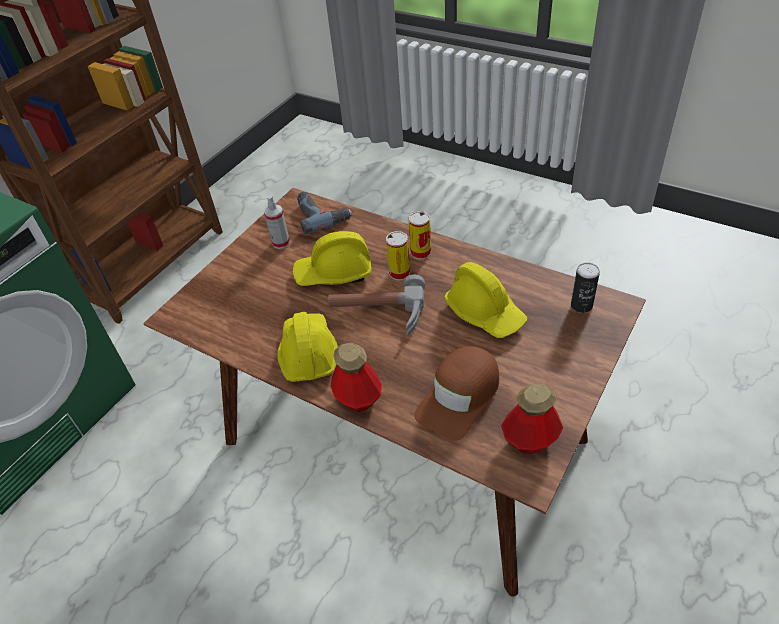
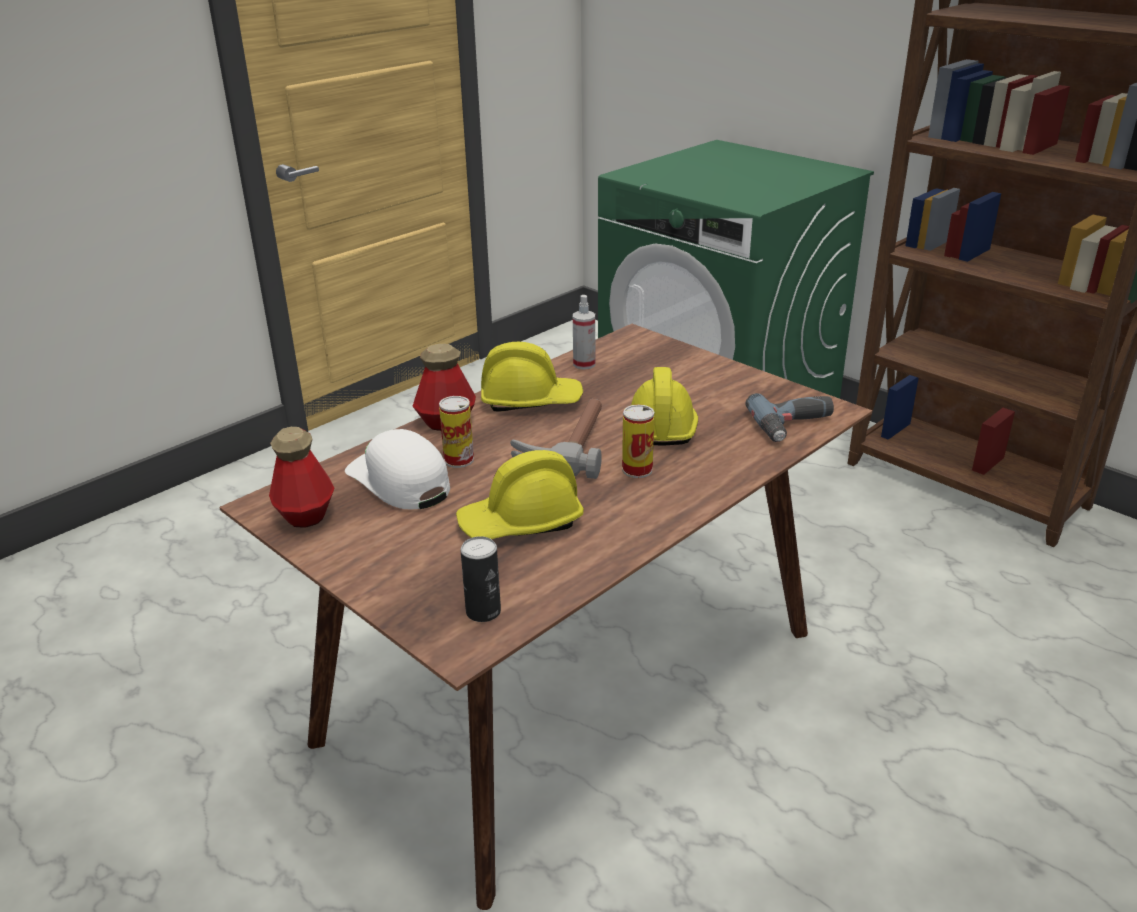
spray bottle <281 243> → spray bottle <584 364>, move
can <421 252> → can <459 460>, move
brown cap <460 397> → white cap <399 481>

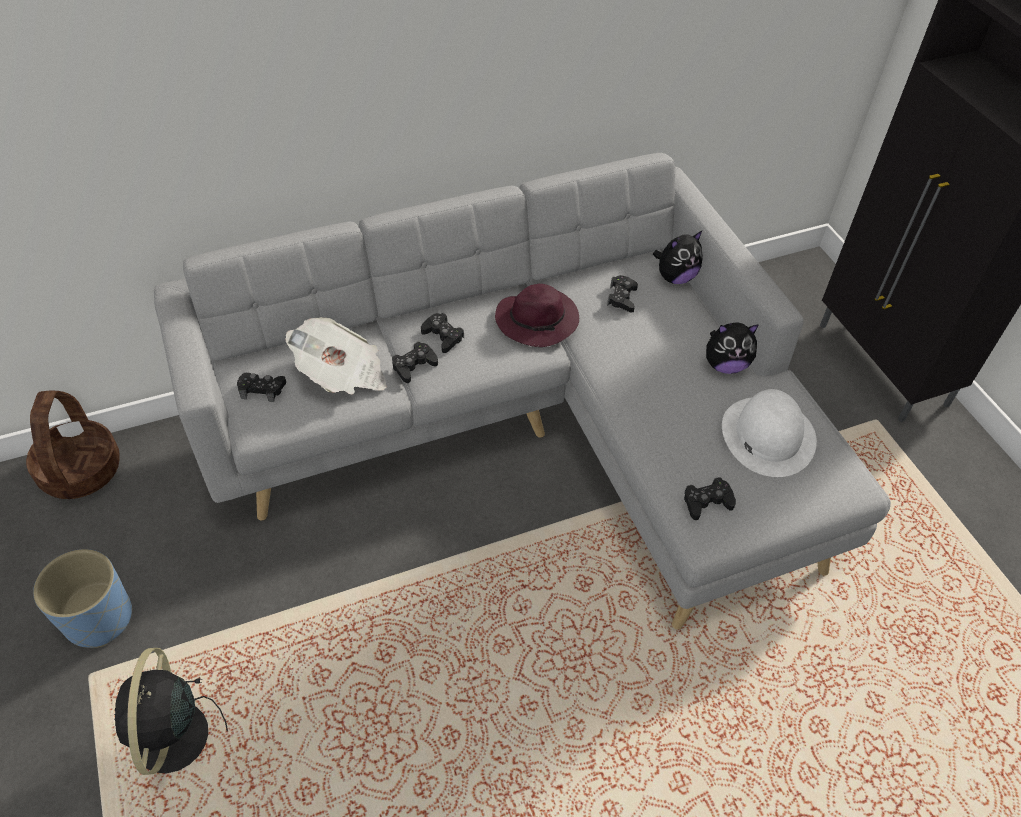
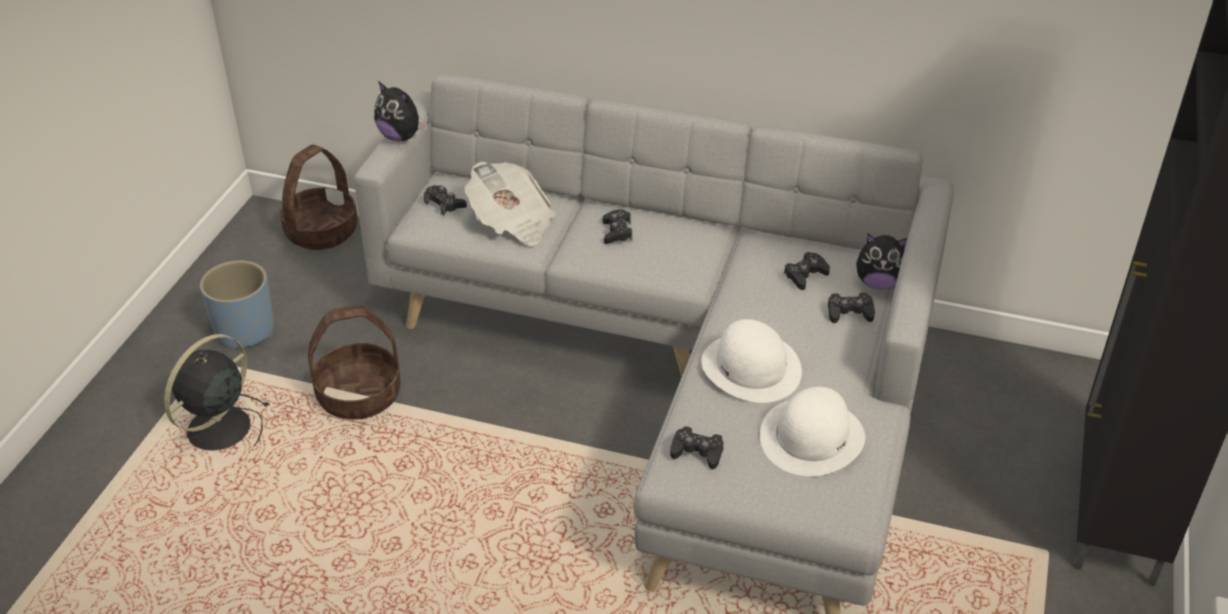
purple hat <538 320> → -
plush toy <725 365> → plush toy <401 137>, move
black game controller <414 366> → black game controller <849 312>, move
- → basket <359 395>
- → white hat <751 367>

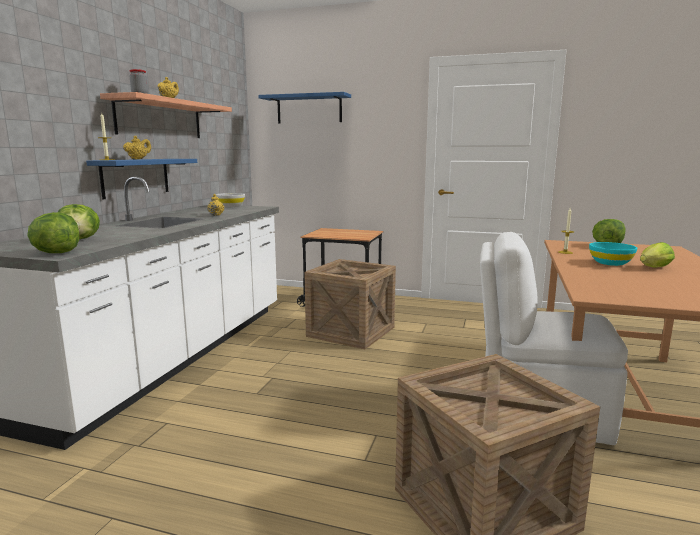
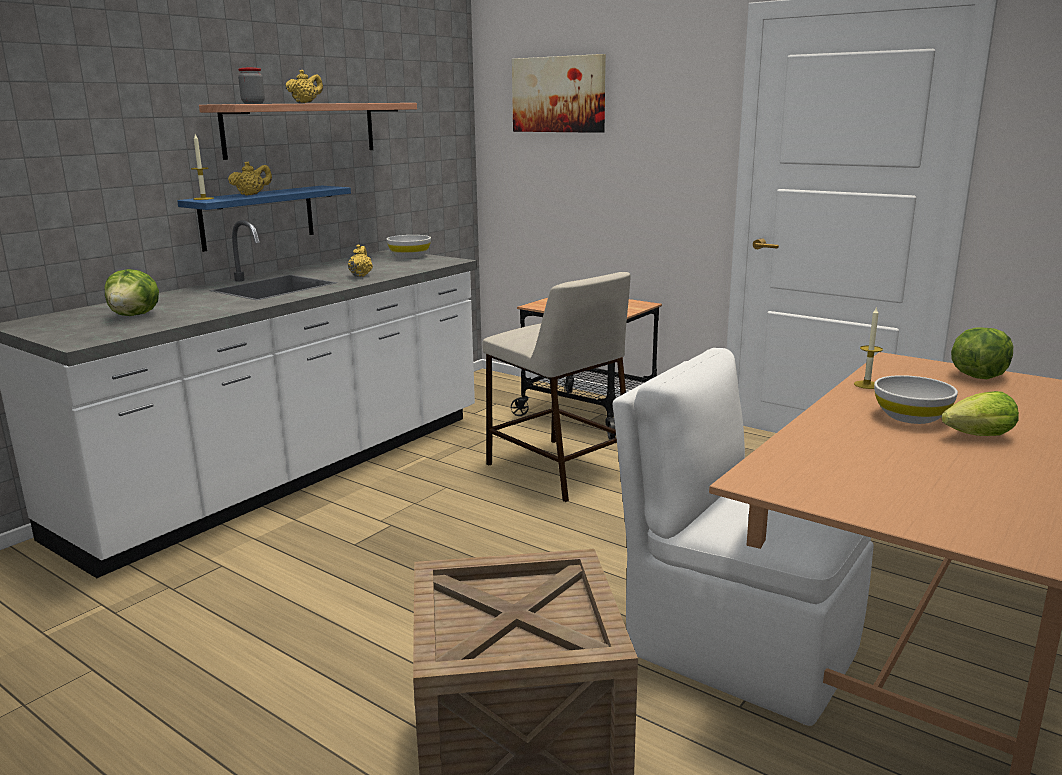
blue shelf <309 109> → picture <559 94>
lettuce <56 253> → -
turquoise bowl <610 263> → white bowl <910 417>
crate <351 332> → beige stool <557 468>

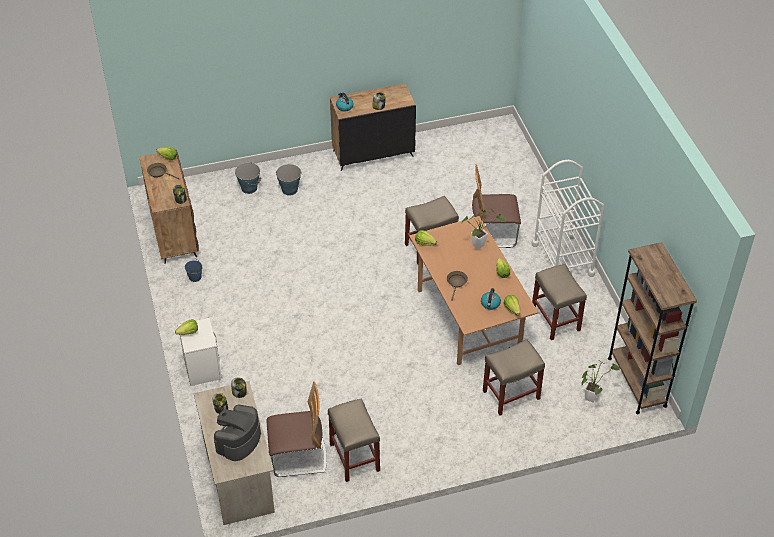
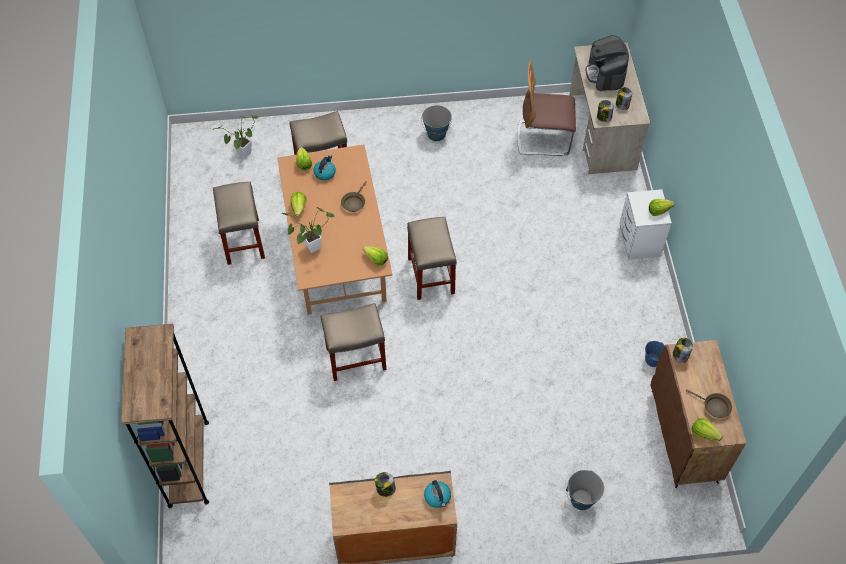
white cart <562 259> → -
bucket <289 190> → bucket <436 134>, move
chair <492 234> → -
brown bookcase <637 382> → brown bookcase <188 463>, move
beige stool <354 457> → beige stool <431 276>, move
coffee machine <238 440> → coffee machine <605 74>, 135 degrees clockwise

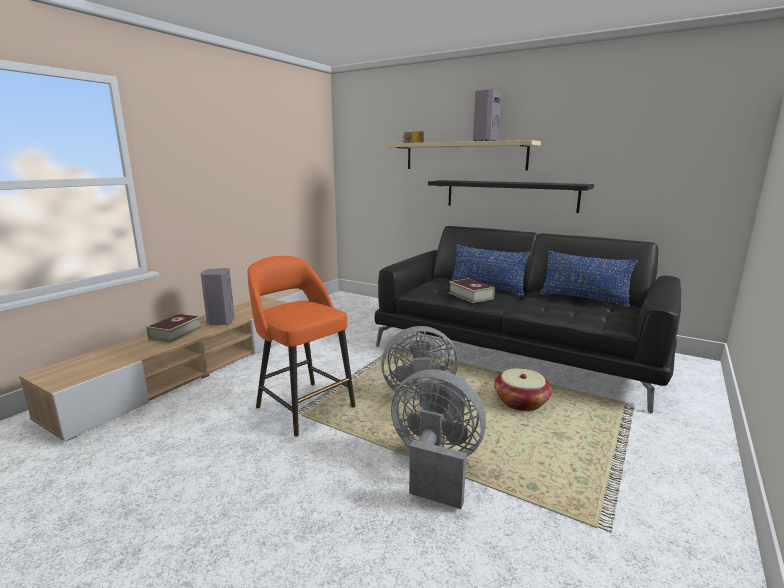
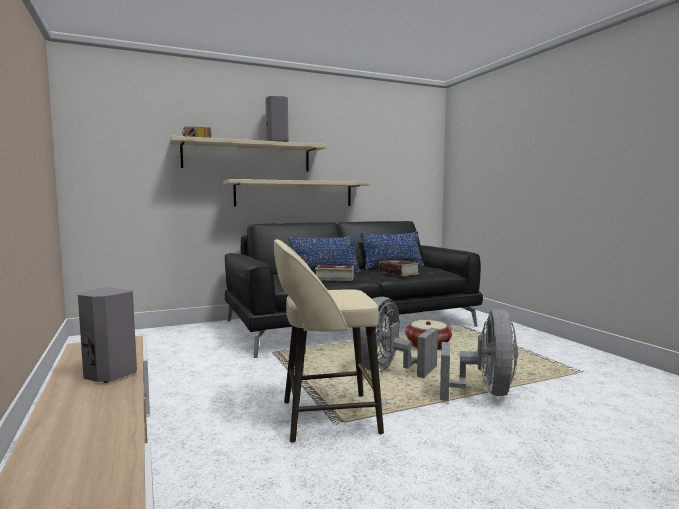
black shelf <510 195> → beige shelf <294 193>
orange stool <303 406> → beige stool <326 417>
book <176 333> → book <398 272>, move
grey fan <435 466> → grey fan <484 392>, 135 degrees clockwise

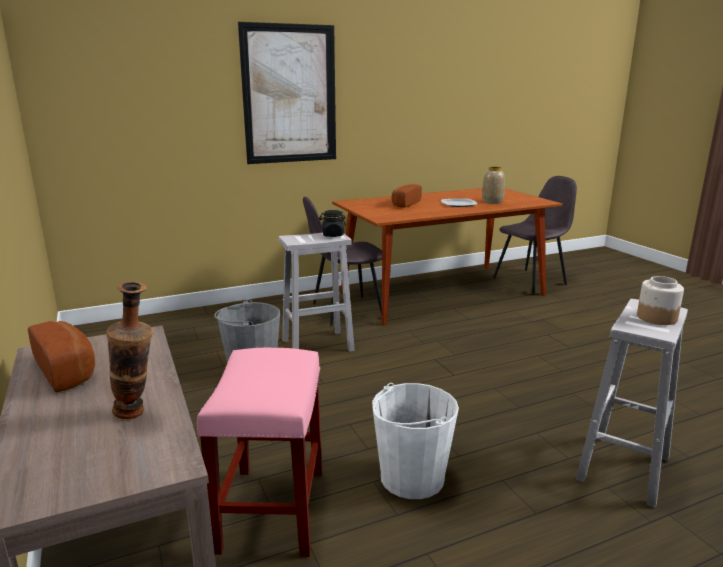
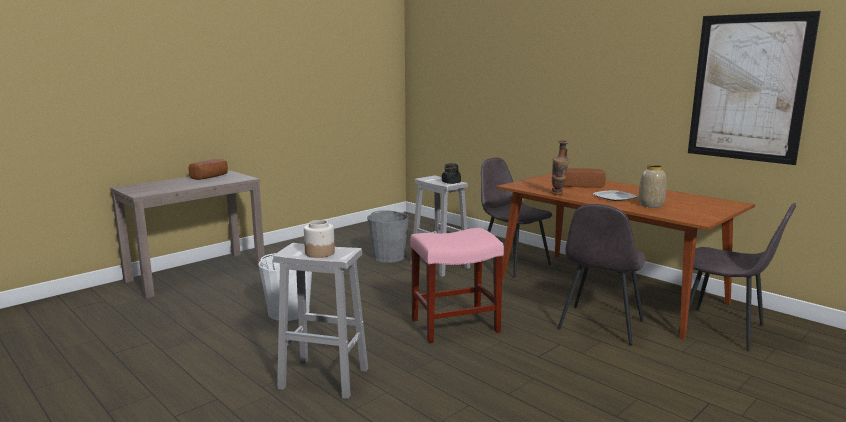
picture <290 95> → picture <748 88>, move
vase <138 414> → vase <558 194>, move
pink stool <272 511> → pink stool <454 326>, move
- → grey chair <600 325>

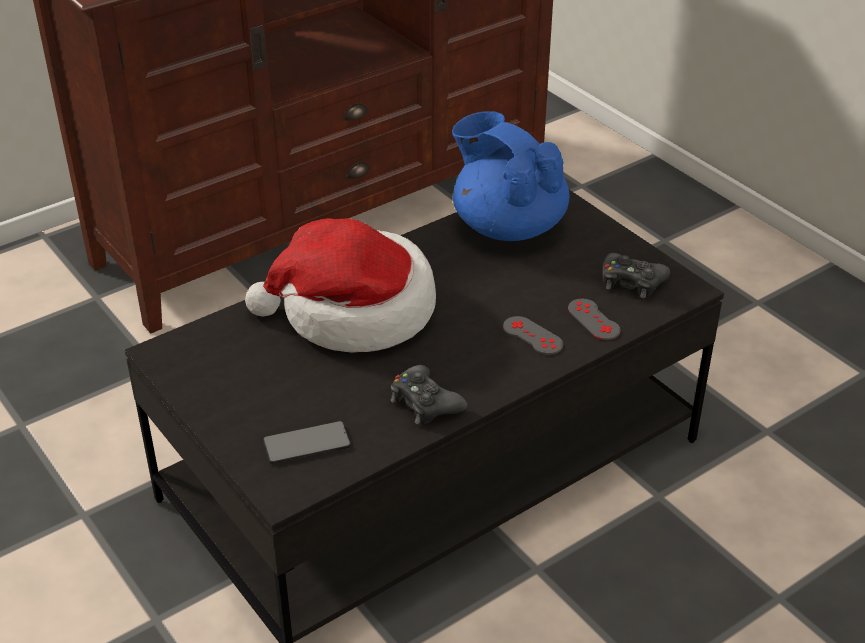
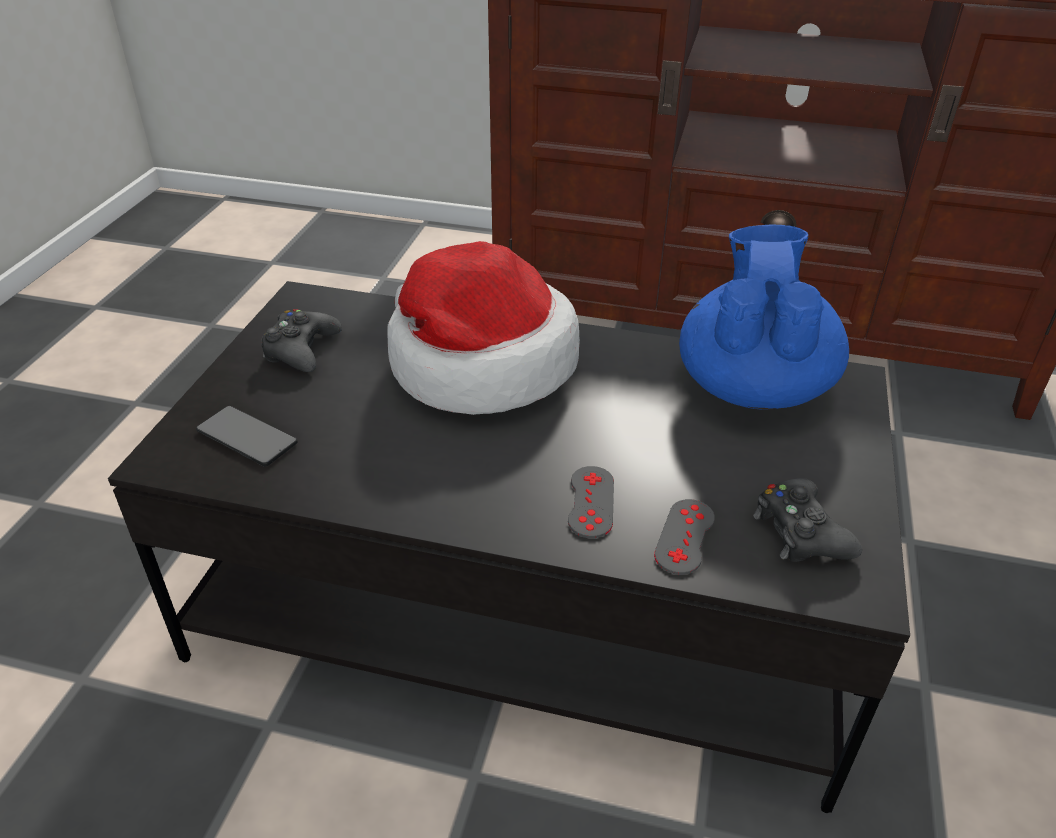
black game controller <425 403> → black game controller <301 350>, move

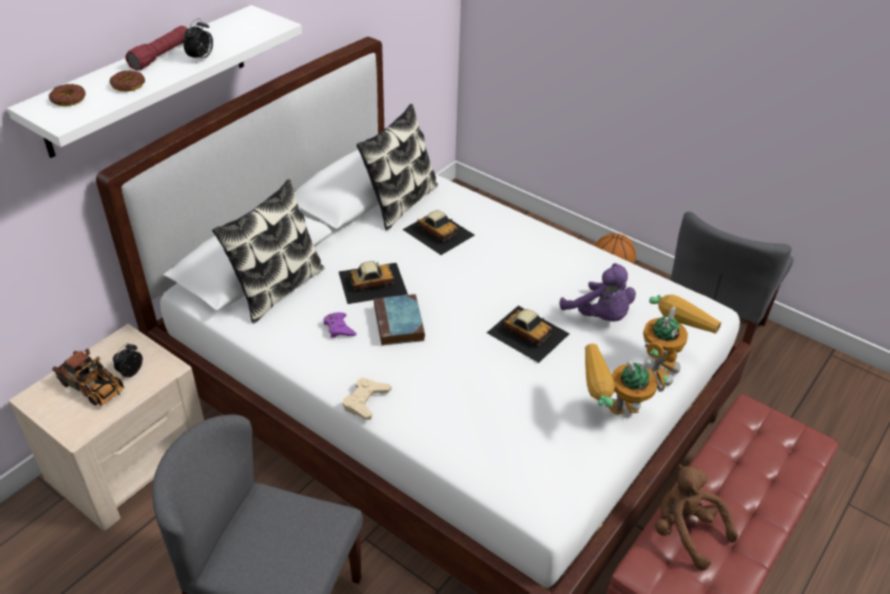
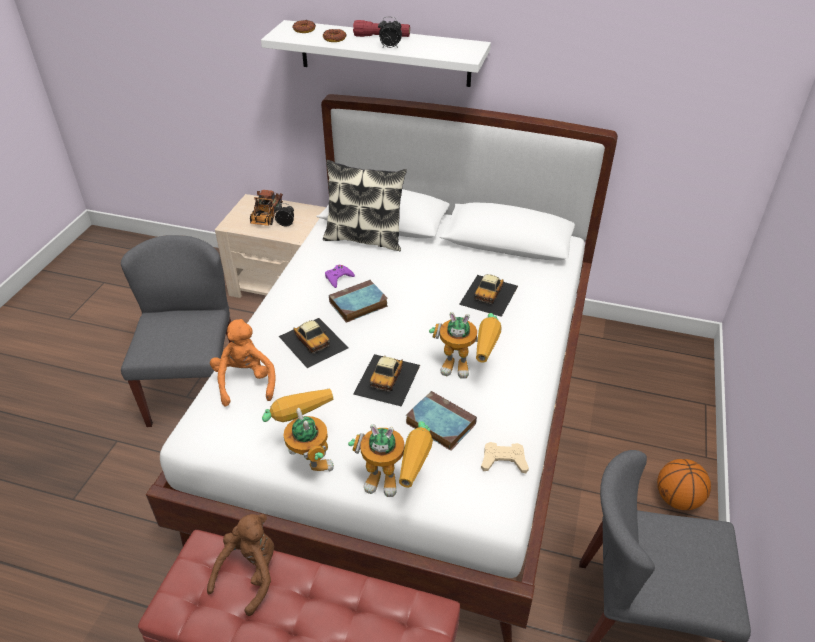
pillow <400 203> → -
toy car <372 282> → toy car <313 341>, move
purple plush toy <599 316> → book <439 423>
beige game controller <365 401> → beige game controller <503 461>, move
- → toy robot <467 368>
- → orange plush toy <245 381>

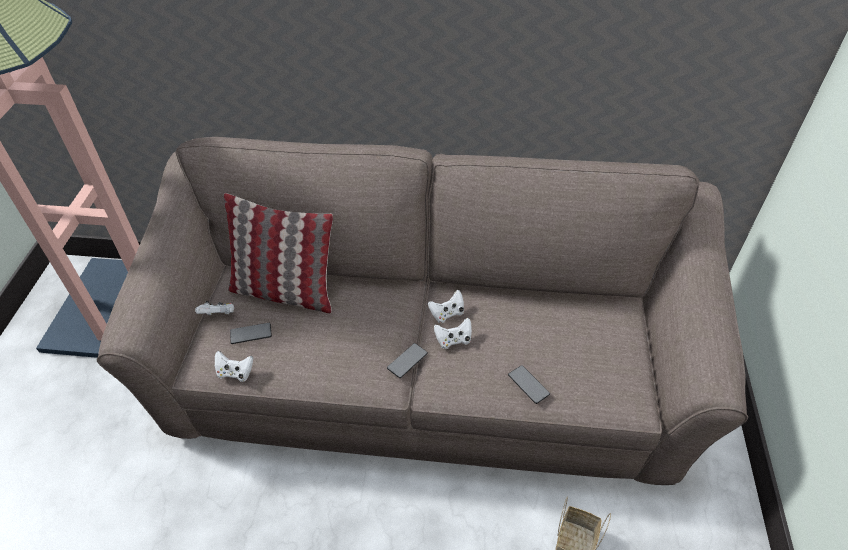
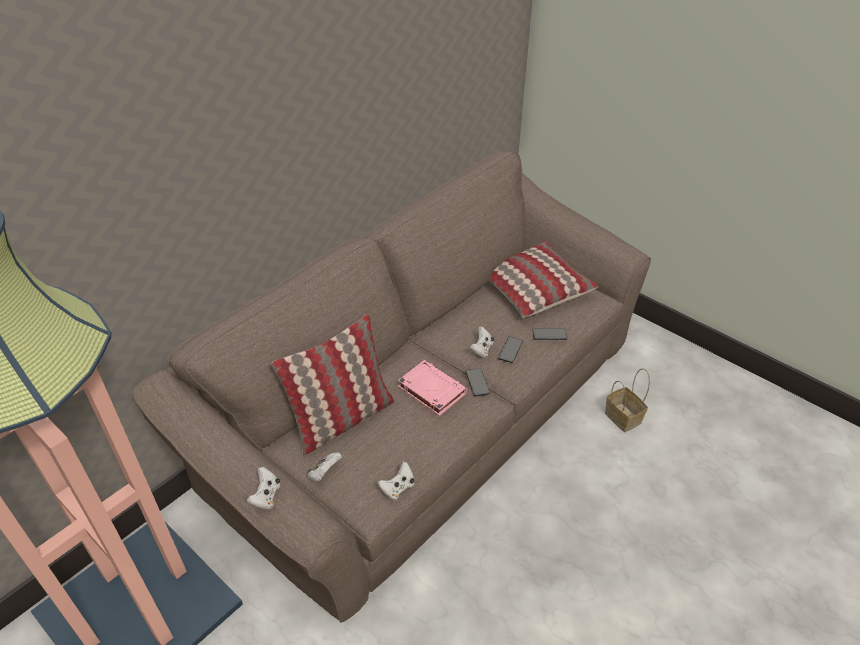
white game controller <447 313> → white game controller <266 496>, move
phone <251 334> → phone <510 350>, move
- → pillow <533 288>
- → pink book <431 390>

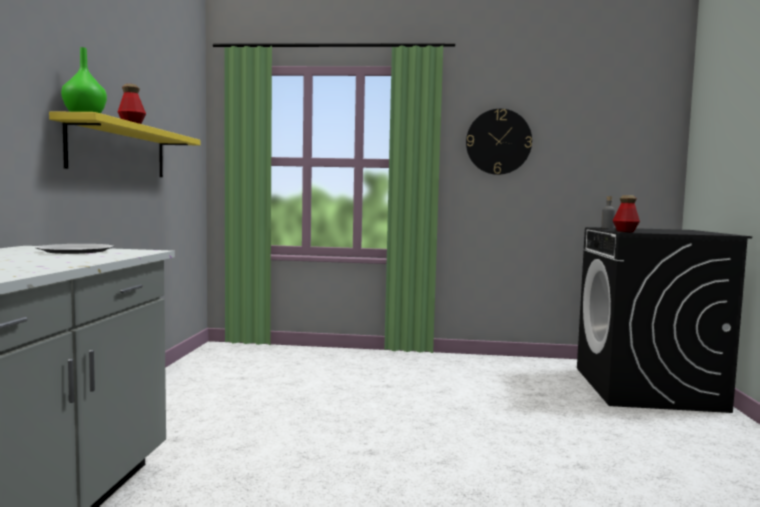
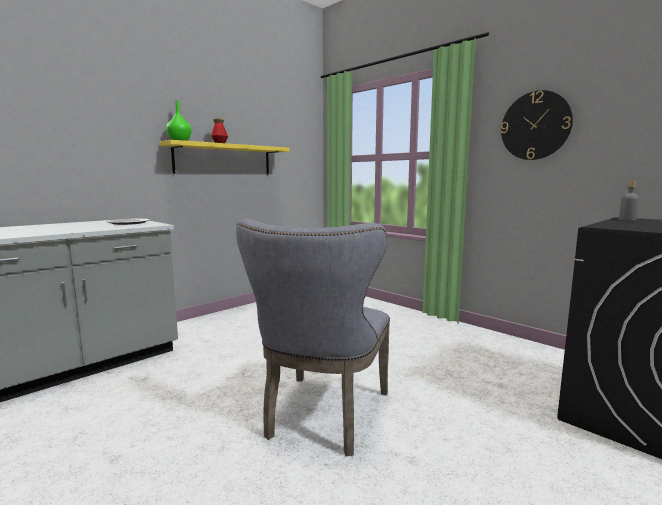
bottle <625 231> → -
- → grey chair <323 417>

